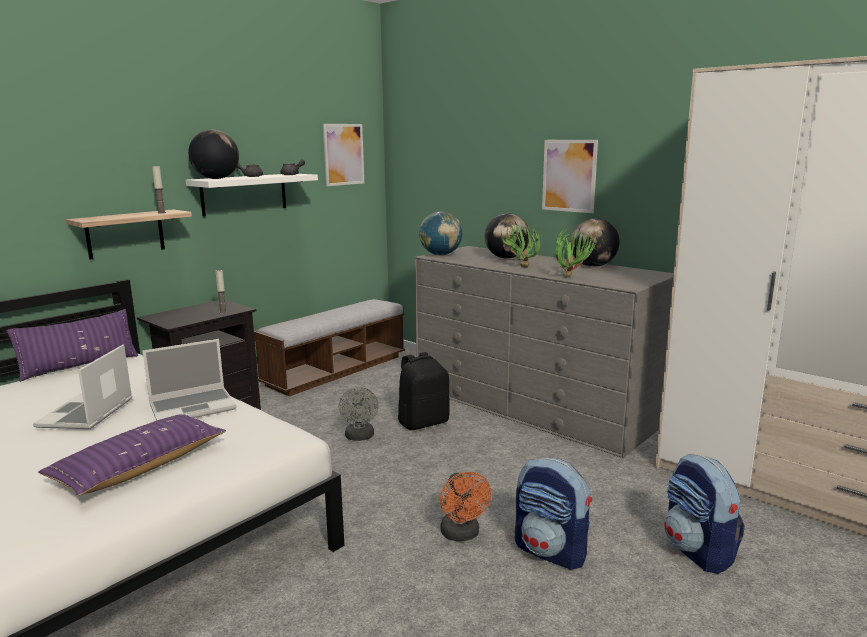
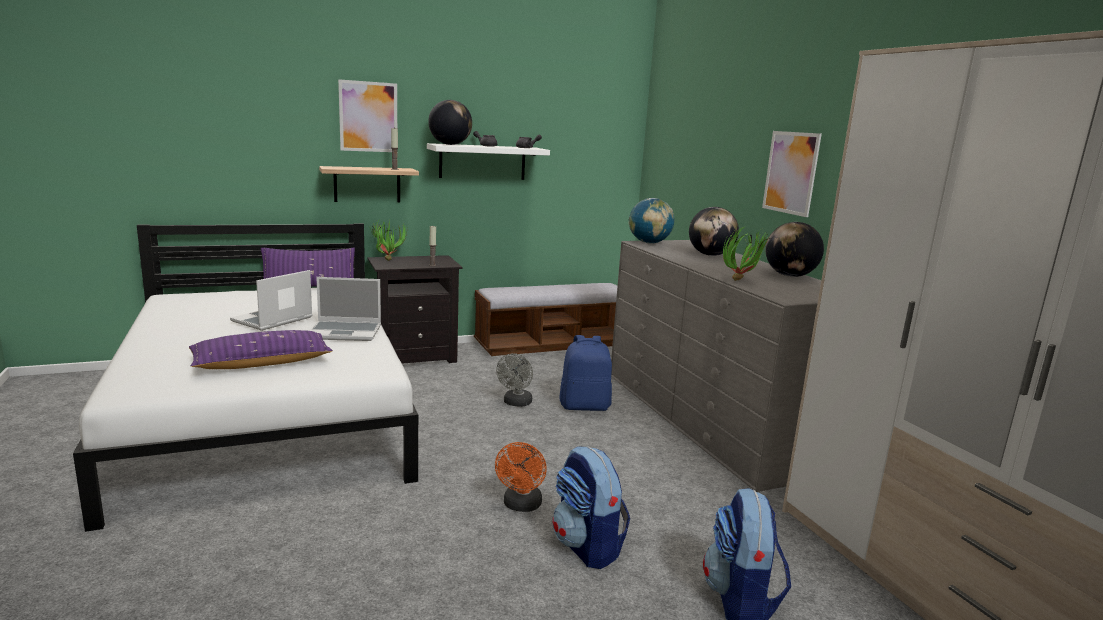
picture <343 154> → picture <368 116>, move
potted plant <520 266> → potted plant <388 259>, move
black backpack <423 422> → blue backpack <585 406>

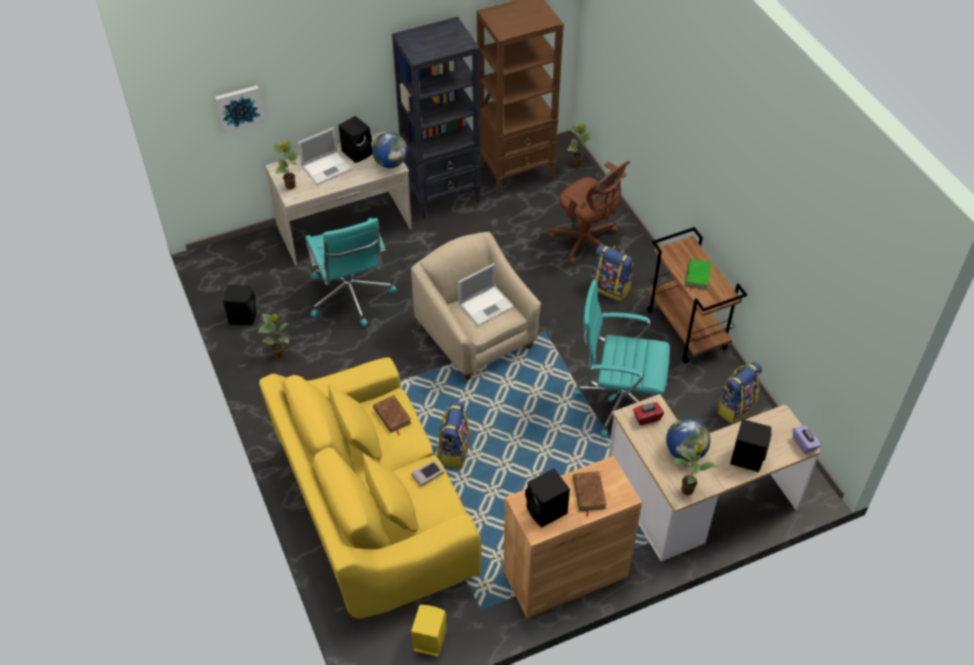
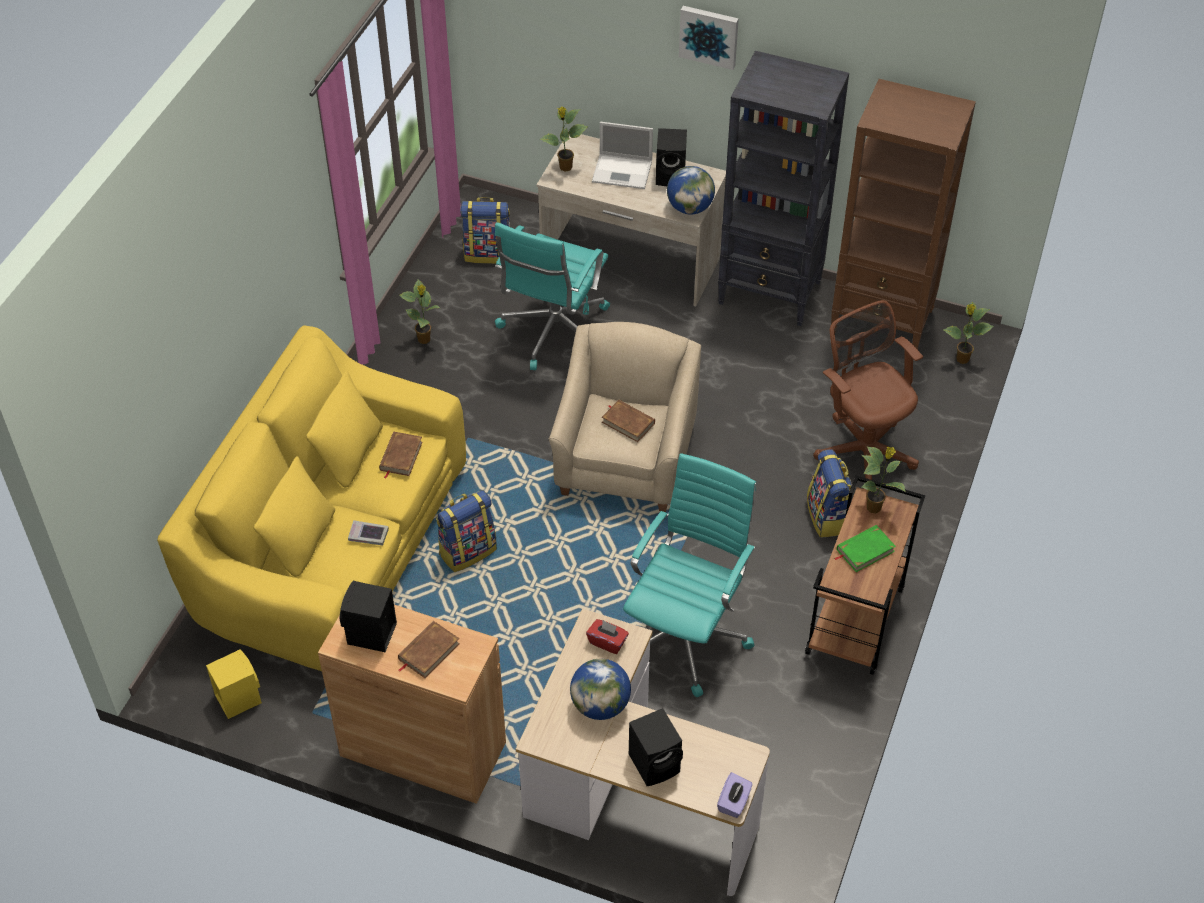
picture <239 108> → picture <709 35>, move
brown office chair <586 242> → brown office chair <863 449>, 150 degrees clockwise
laptop <486 305> → brown book <628 422>
turquoise office chair <619 401> → turquoise office chair <685 635>, 60 degrees clockwise
black speaker <243 316> → -
backpack <735 407> → backpack <488 253>, move
potted plant <688 489> → potted plant <875 507>, move

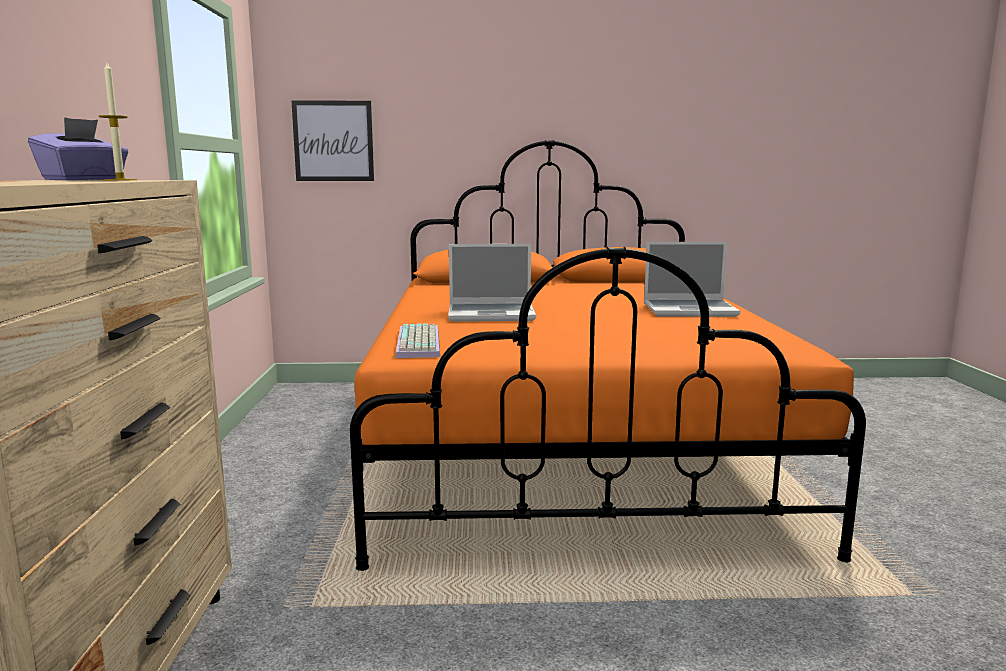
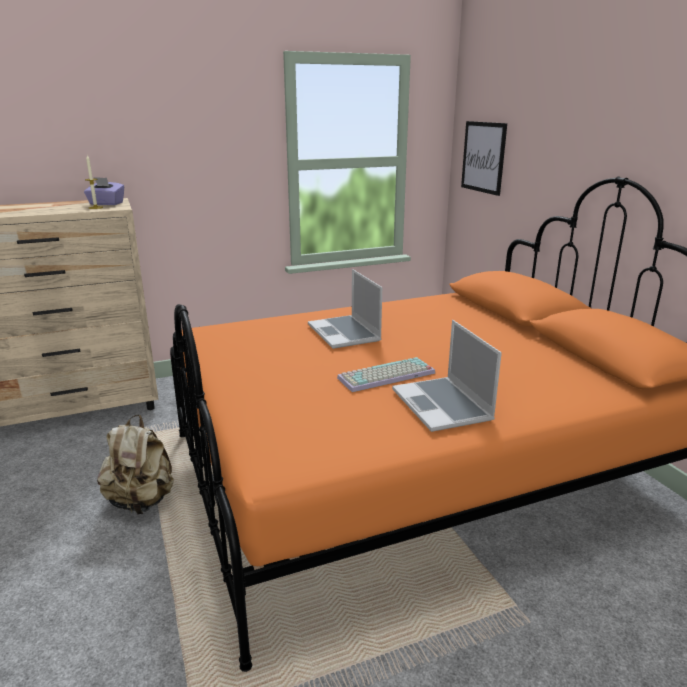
keyboard <420 343> → keyboard <386 376>, move
- → beige backpack <141 501>

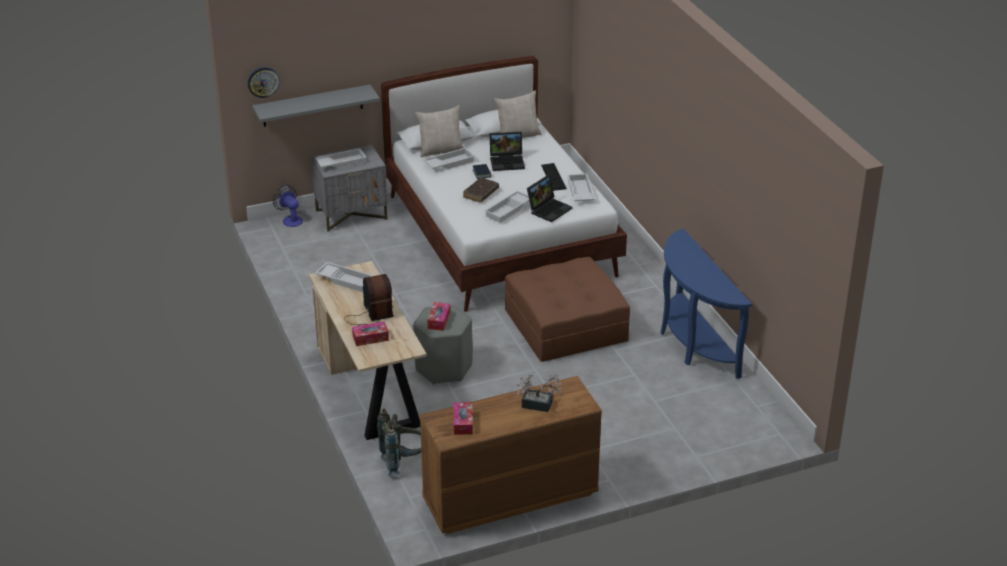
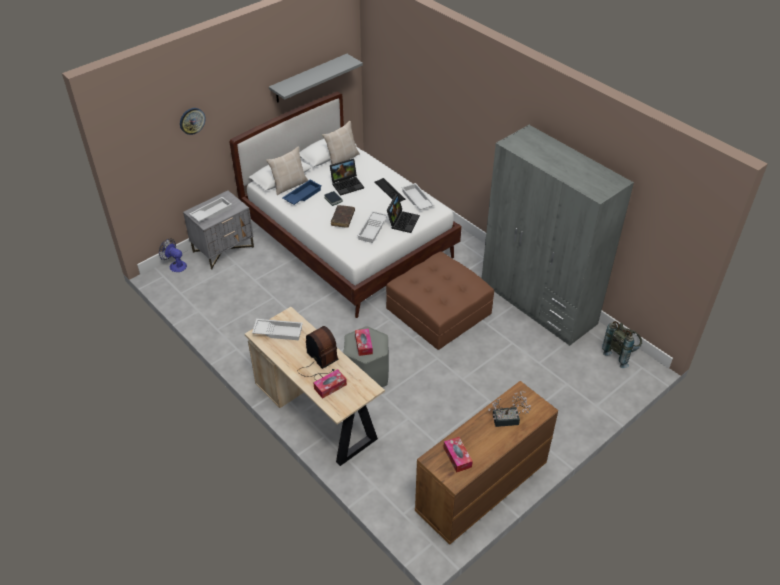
wall clock <263 82> → wall clock <192 120>, move
grey shelf <312 106> → grey shelf <309 78>, move
white tray <449 163> → blue tray <302 195>
blue console table <692 344> → grey wardrobe <538 303>
grey backpack <404 462> → grey backpack <620 354>, move

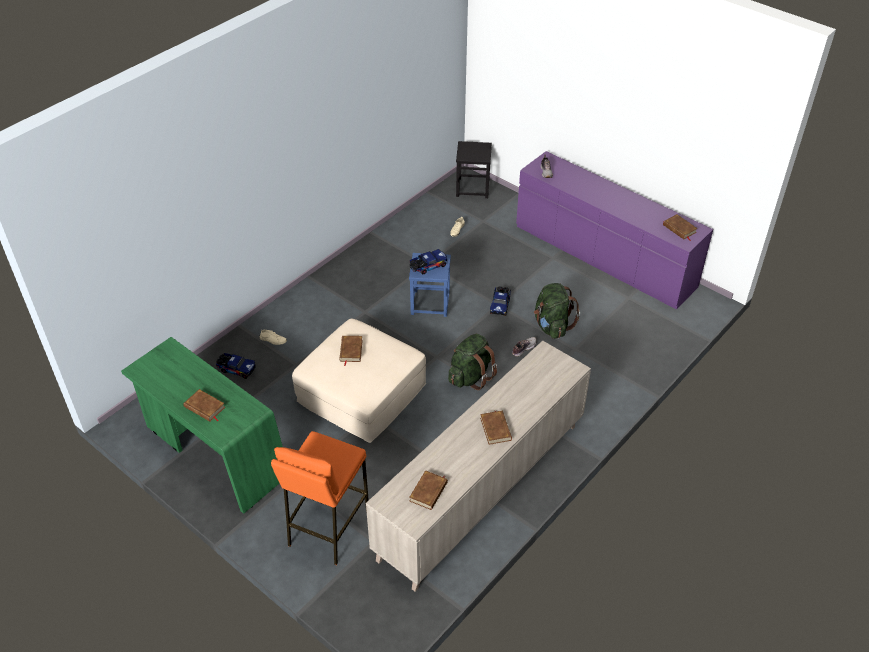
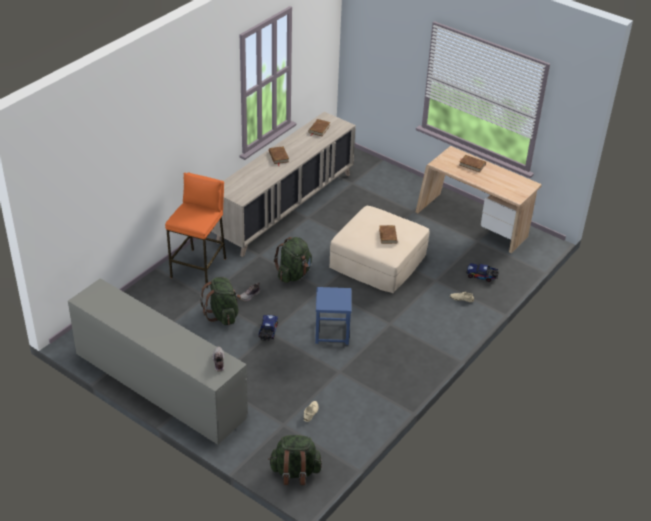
black stool <473 187> → green backpack <295 472>
purple dresser <604 256> → grey dresser <159 385>
brown book <679 229> → -
toy truck <427 266> → -
green desk <214 452> → beige desk <472 224>
orange stool <327 528> → orange stool <199 268>, move

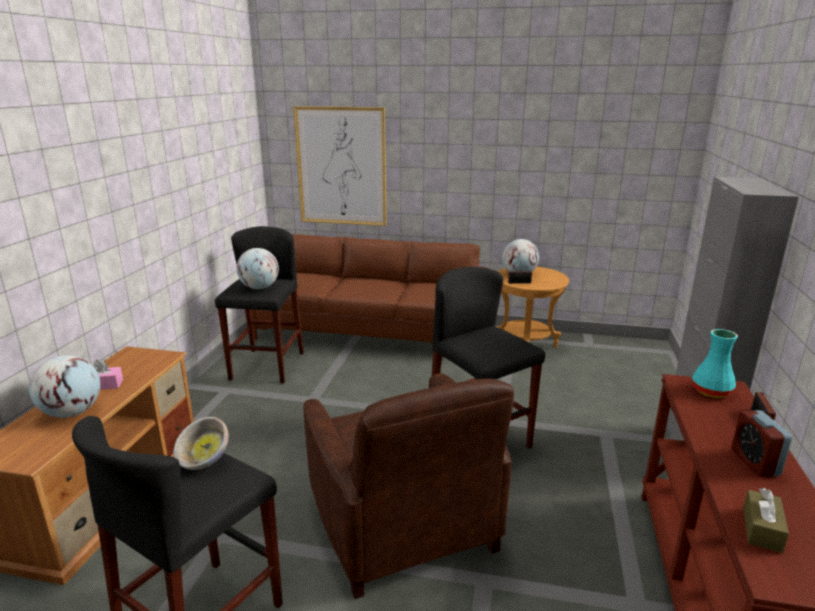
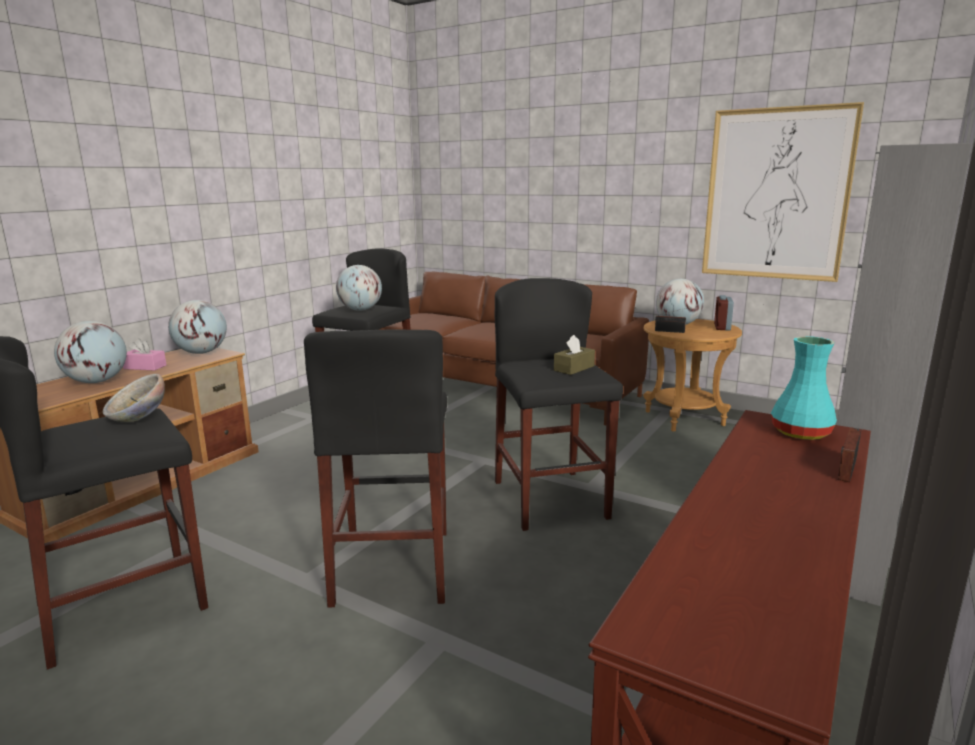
picture <341 166> → picture <776 194>, move
brown armchair <404 526> → black stool <393 566>
alarm clock <754 462> → alarm clock <722 327>, move
brown tissue box <761 529> → brown tissue box <574 368>, move
- → globe <201 353>

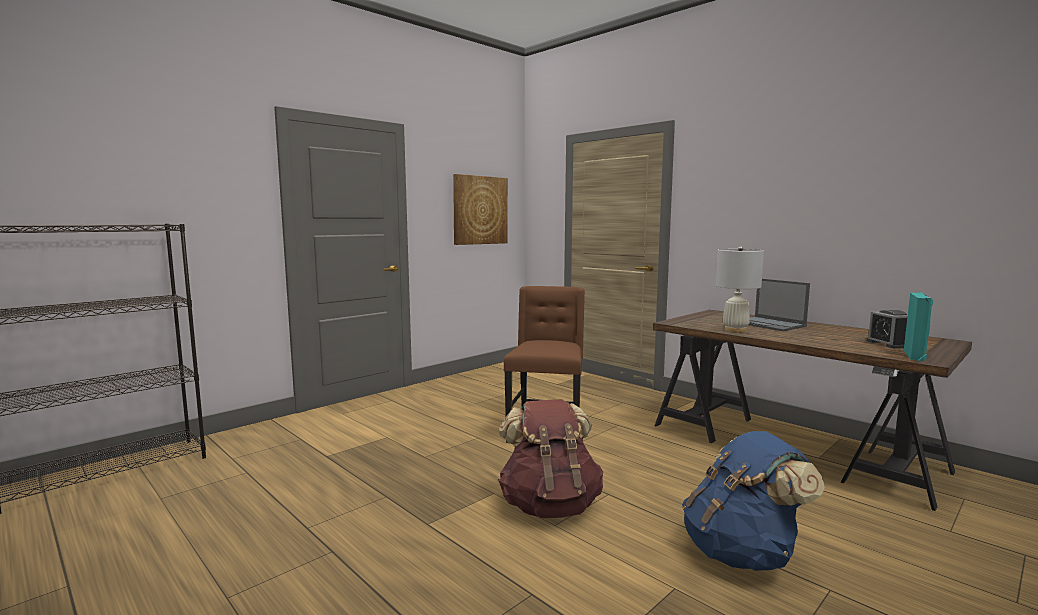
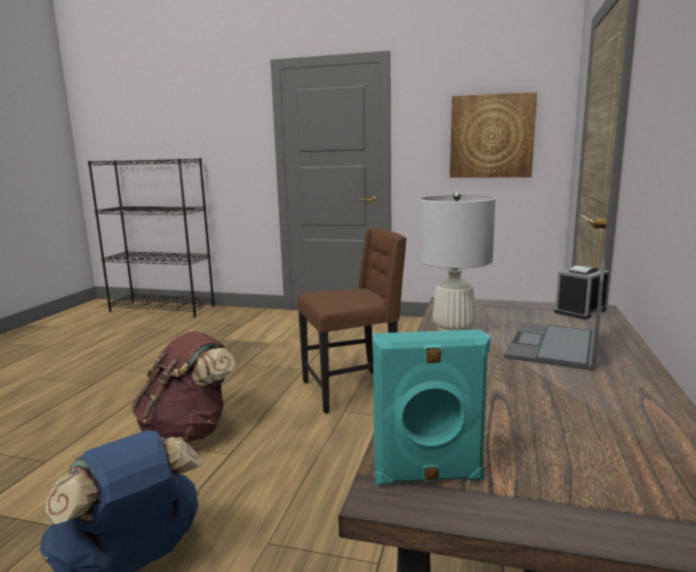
alarm clock <889 344> → alarm clock <580 311>, move

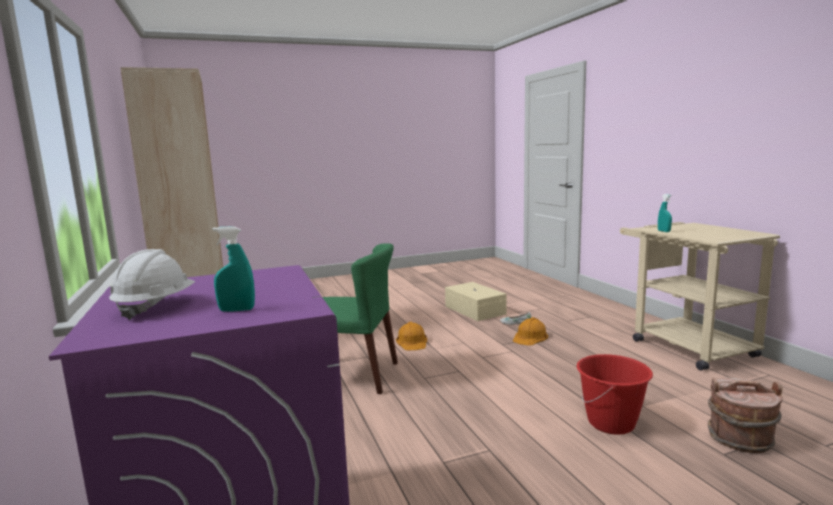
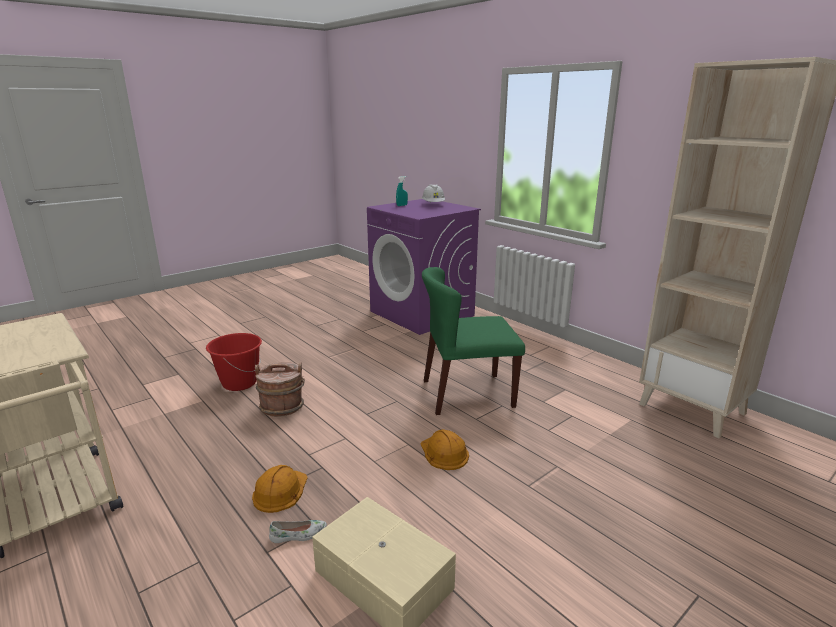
turquoise spray bottle <664 231> → -
brown bucket <740 439> → brown bucket <282 407>, move

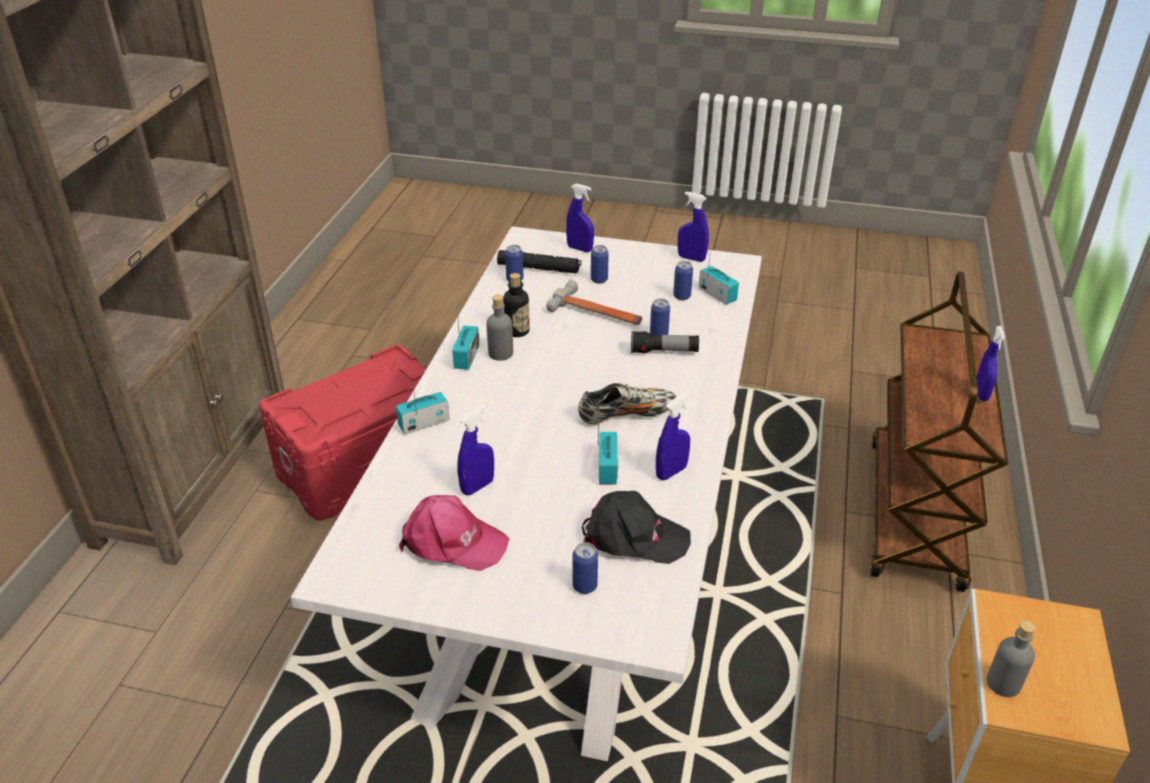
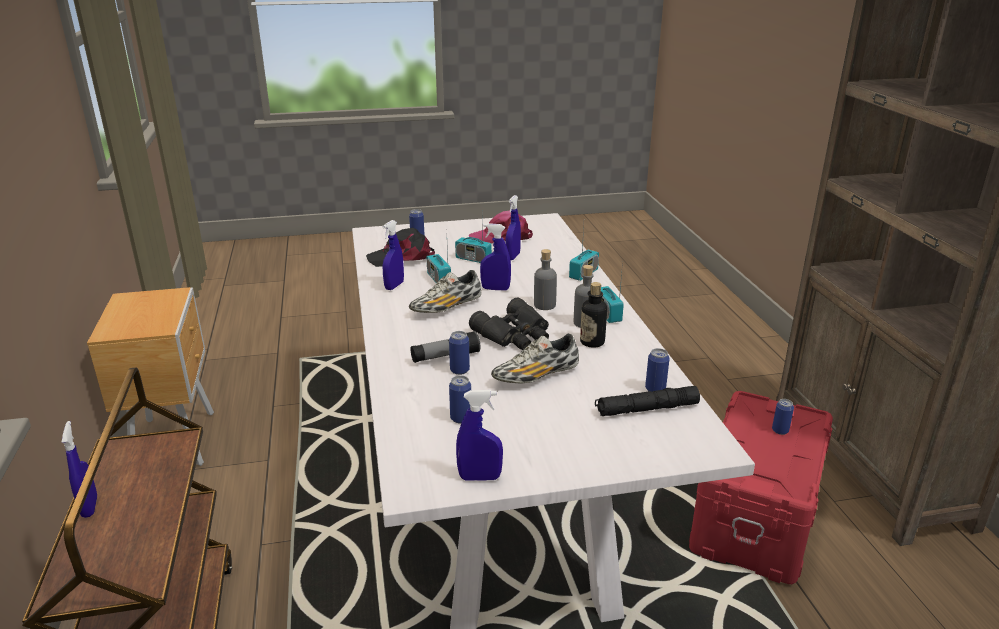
blue spray bottle <579 249> → blue spray bottle <495 289>, move
can <599 280> → can <780 430>, move
radio <717 294> → radio <473 259>, move
hammer <597 313> → shoe <536 376>
grey bottle <1003 683> → grey bottle <544 305>, move
- → black binoculars <515 335>

